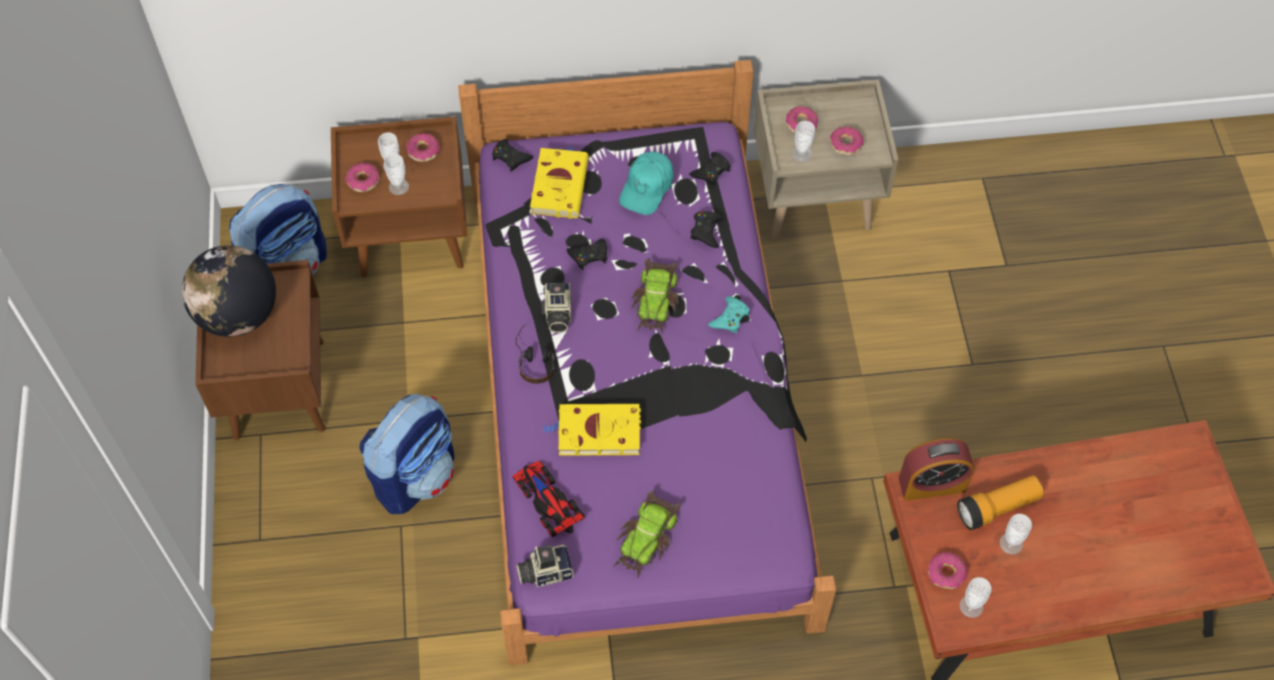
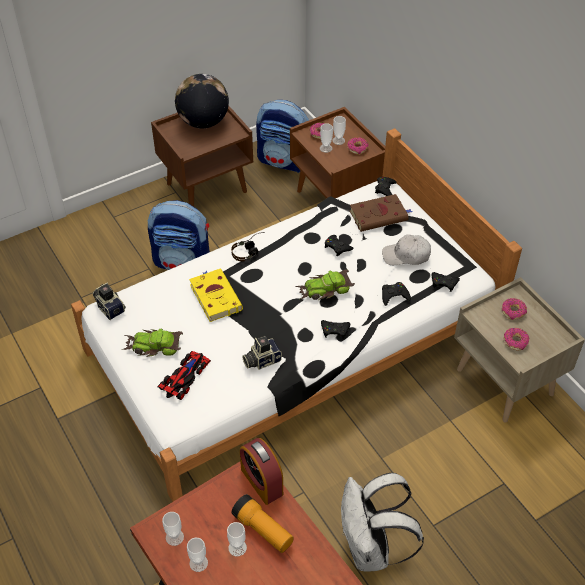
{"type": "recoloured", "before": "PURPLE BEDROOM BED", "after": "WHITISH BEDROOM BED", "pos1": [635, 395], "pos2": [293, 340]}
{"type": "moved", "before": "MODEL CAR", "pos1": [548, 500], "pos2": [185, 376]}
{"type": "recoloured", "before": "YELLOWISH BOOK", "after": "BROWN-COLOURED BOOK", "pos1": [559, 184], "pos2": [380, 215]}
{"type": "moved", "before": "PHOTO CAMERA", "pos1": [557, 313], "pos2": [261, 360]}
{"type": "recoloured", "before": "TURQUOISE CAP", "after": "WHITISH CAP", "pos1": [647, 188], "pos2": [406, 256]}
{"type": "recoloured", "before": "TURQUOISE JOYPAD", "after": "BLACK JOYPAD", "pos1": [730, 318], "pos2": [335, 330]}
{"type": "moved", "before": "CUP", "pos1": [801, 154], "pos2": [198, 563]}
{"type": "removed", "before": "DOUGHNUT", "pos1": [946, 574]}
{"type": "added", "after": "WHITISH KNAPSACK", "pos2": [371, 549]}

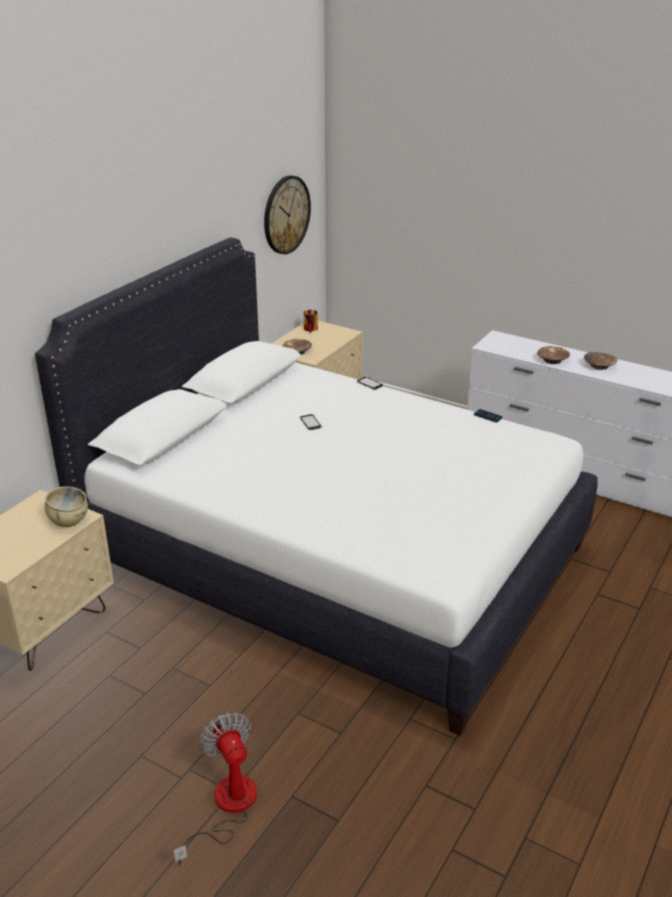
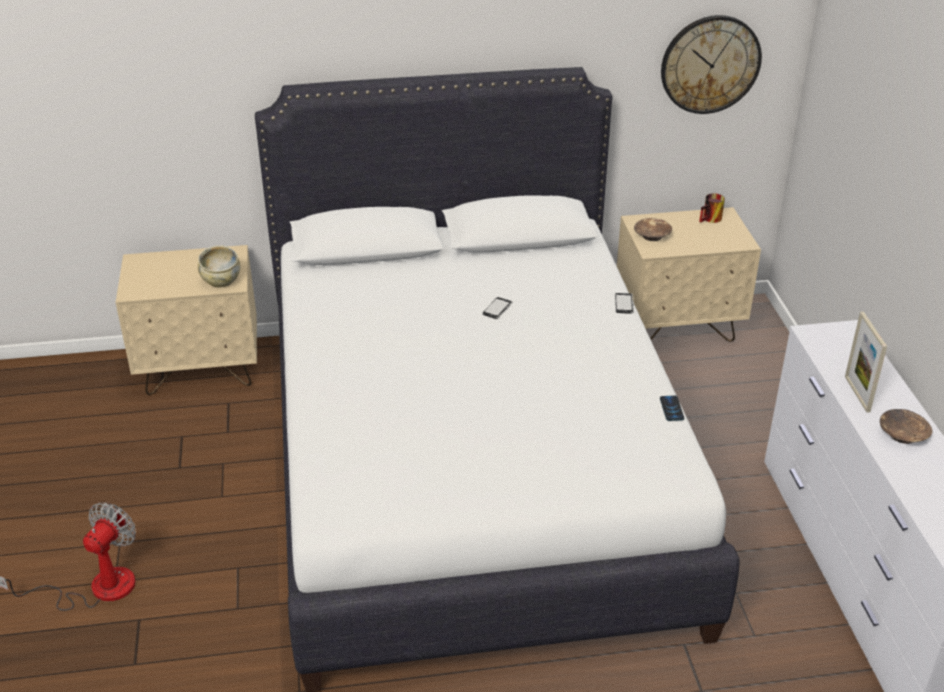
{"type": "replaced", "before": "BROWN-COLOURED BOWL", "after": "PICTURE FRAME", "pos1": [553, 360], "pos2": [857, 394]}

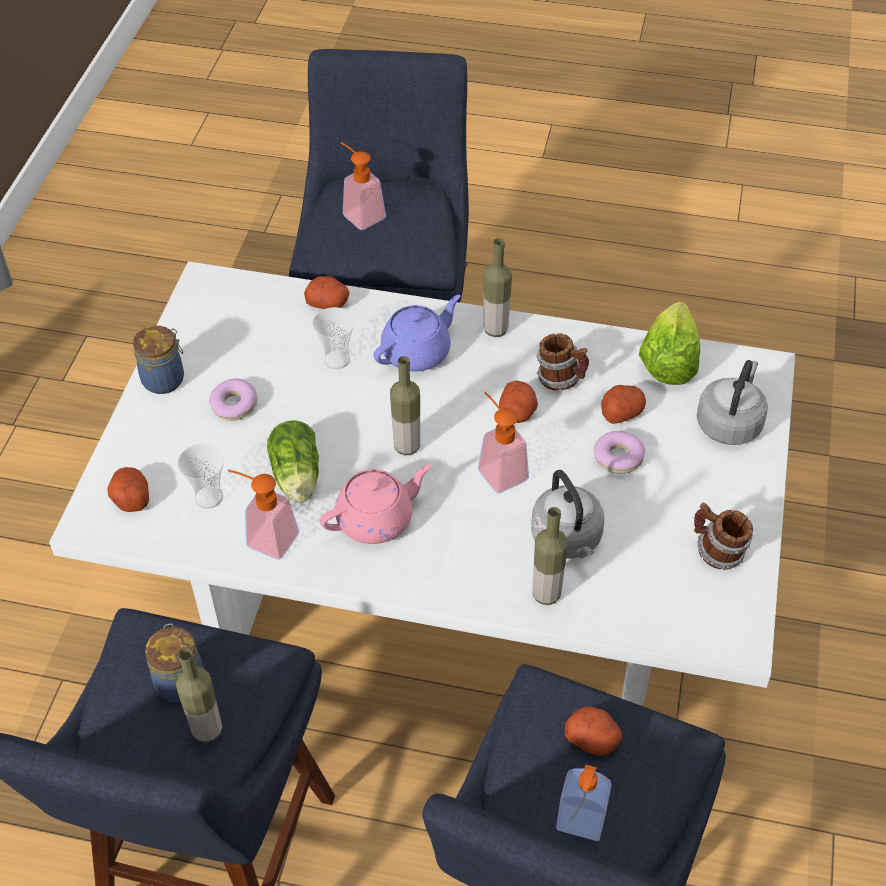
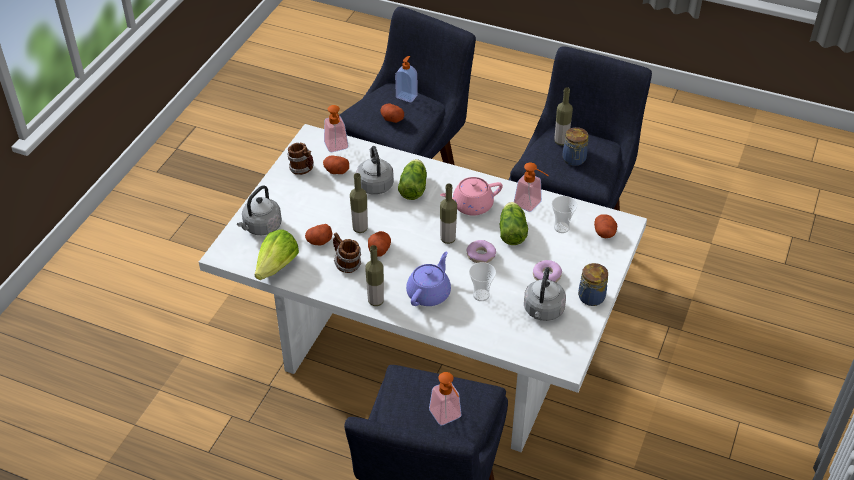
{"type": "moved", "before": "POTATO", "pos1": [328, 303], "pos2": [336, 170]}
{"type": "turned", "before": "PURPLE POT FOR TEA", "pos1": [417, 352], "pos2": [429, 293], "turn": 150}
{"type": "moved", "before": "LIQUID SOAP BOTTLE", "pos1": [498, 469], "pos2": [337, 148]}
{"type": "moved", "before": "DRINK BOTTLE", "pos1": [546, 594], "pos2": [360, 228]}
{"type": "moved", "before": "DOUGHNUT", "pos1": [618, 458], "pos2": [481, 255]}
{"type": "added", "after": "LETTUCE", "pos2": [413, 187]}
{"type": "added", "after": "GREYISH KETTLE", "pos2": [543, 311]}

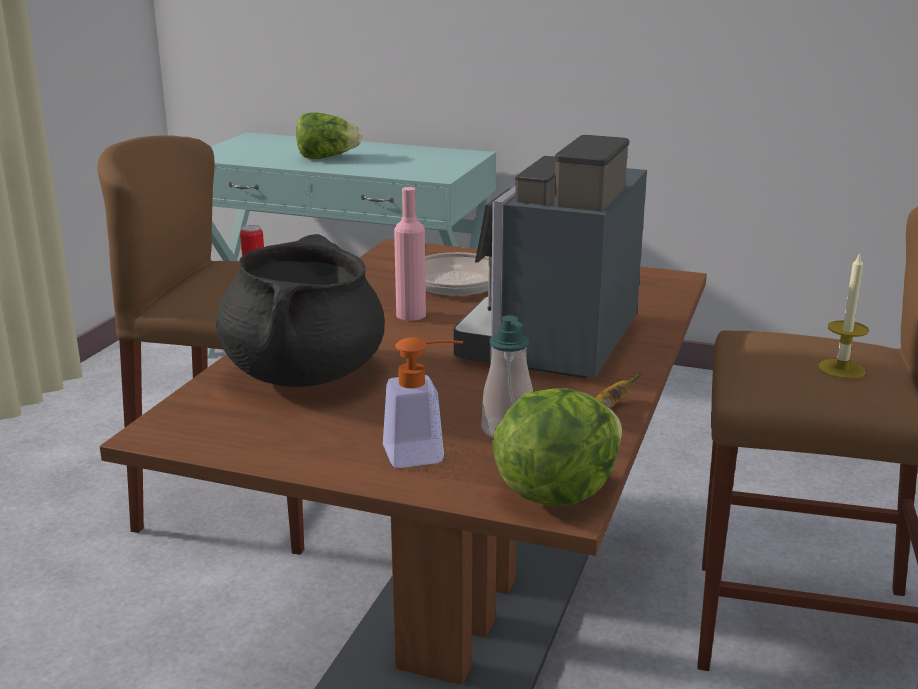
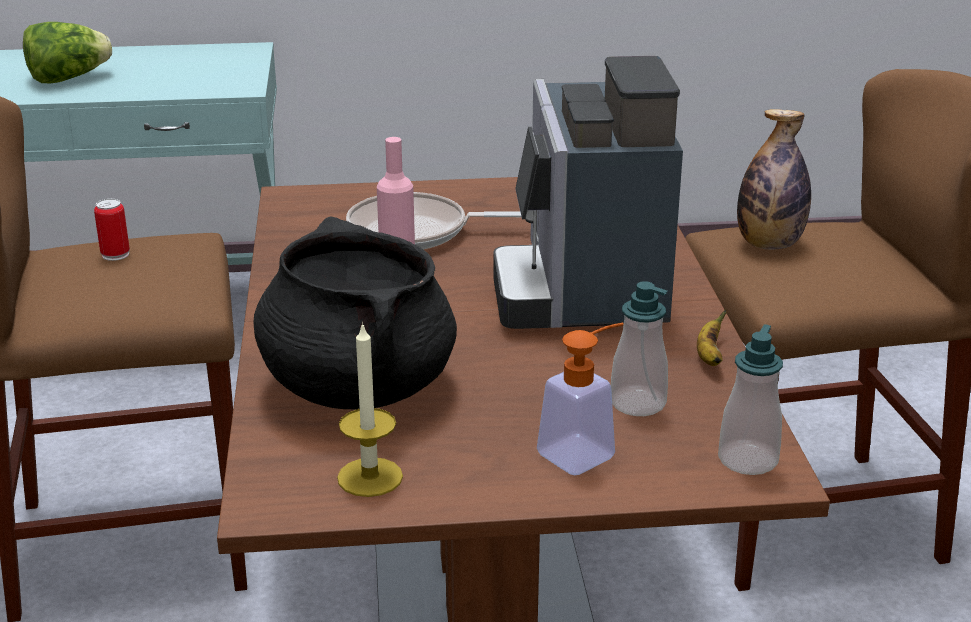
{"type": "replaced", "before": "LETTUCE", "after": "LIQUID SOAP BOTTLE", "pos1": [555, 491], "pos2": [747, 460]}
{"type": "moved", "before": "WAX CANDLE", "pos1": [841, 369], "pos2": [370, 477]}
{"type": "added", "after": "DRINK BOTTLE", "pos2": [769, 244]}

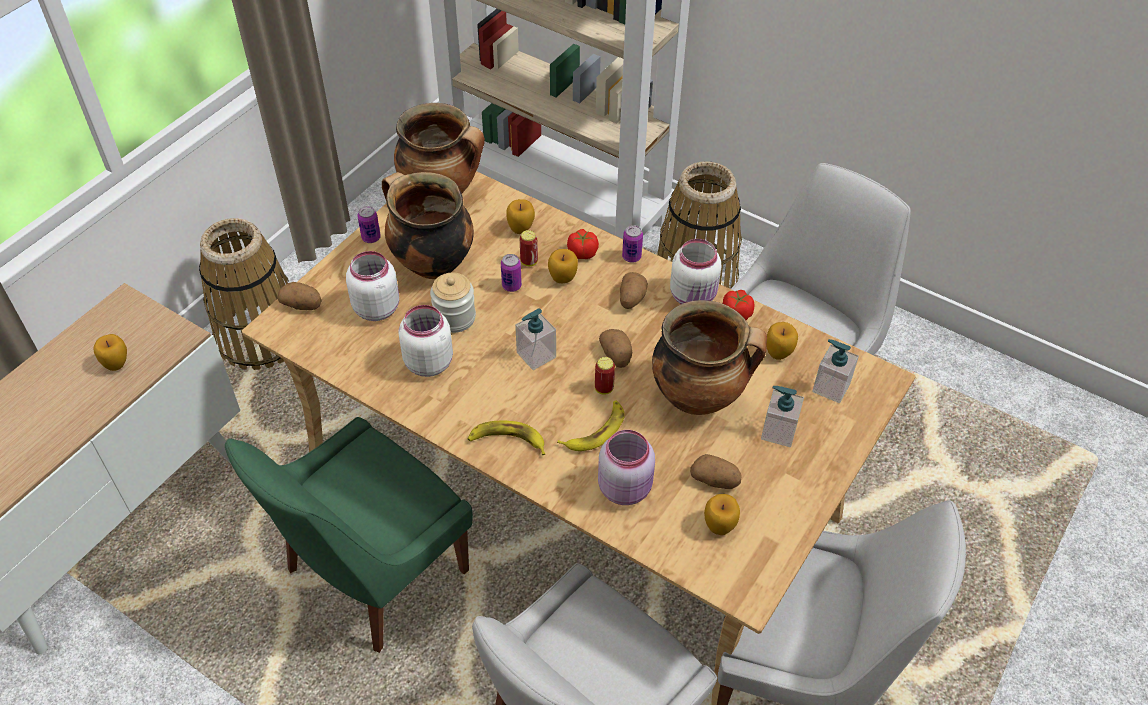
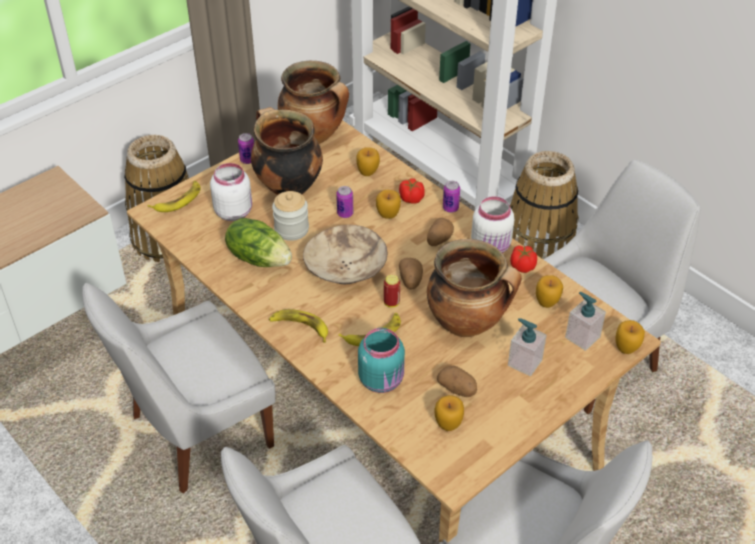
{"type": "moved", "before": "WHOLE APPLE", "pos1": [117, 364], "pos2": [626, 348]}
{"type": "recoloured", "before": "GREEN PLAIN CHAIR", "after": "WHITISH PLAIN CHAIR", "pos1": [372, 575], "pos2": [196, 434]}
{"type": "replaced", "before": "POTATO", "after": "BANANA FRUIT", "pos1": [302, 305], "pos2": [178, 200]}
{"type": "replaced", "before": "WHITISH STORAGE JAR", "after": "LETTUCE", "pos1": [428, 362], "pos2": [259, 258]}
{"type": "replaced", "before": "LIQUID SOAP BOTTLE", "after": "SAND-COLOURED BOWL", "pos1": [536, 355], "pos2": [346, 268]}
{"type": "removed", "before": "METAL CAN", "pos1": [529, 262]}
{"type": "recoloured", "before": "PINKISH STORAGE JAR", "after": "TURQUOISE STORAGE JAR", "pos1": [626, 487], "pos2": [382, 380]}

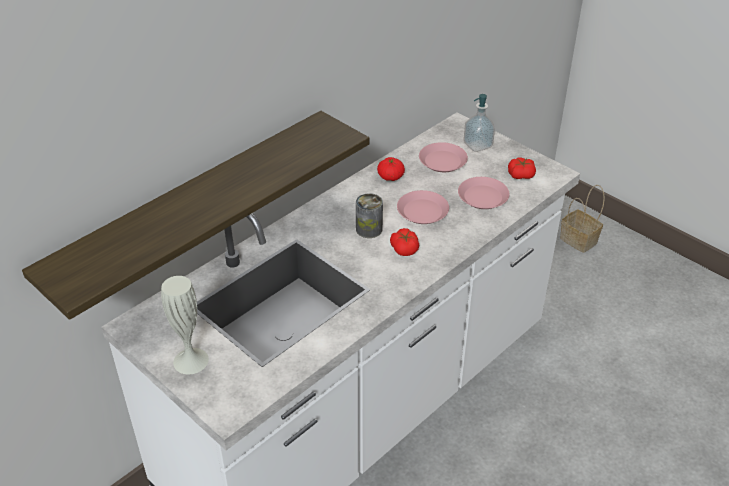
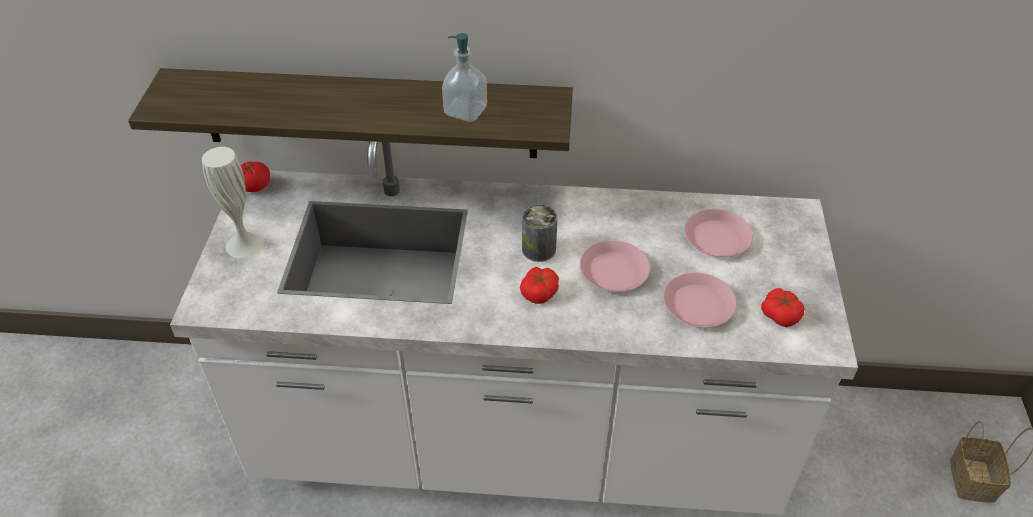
{"type": "moved", "before": "TOMATO", "pos1": [390, 177], "pos2": [255, 186]}
{"type": "moved", "before": "LIQUID SOAP BOTTLE", "pos1": [477, 145], "pos2": [465, 111]}

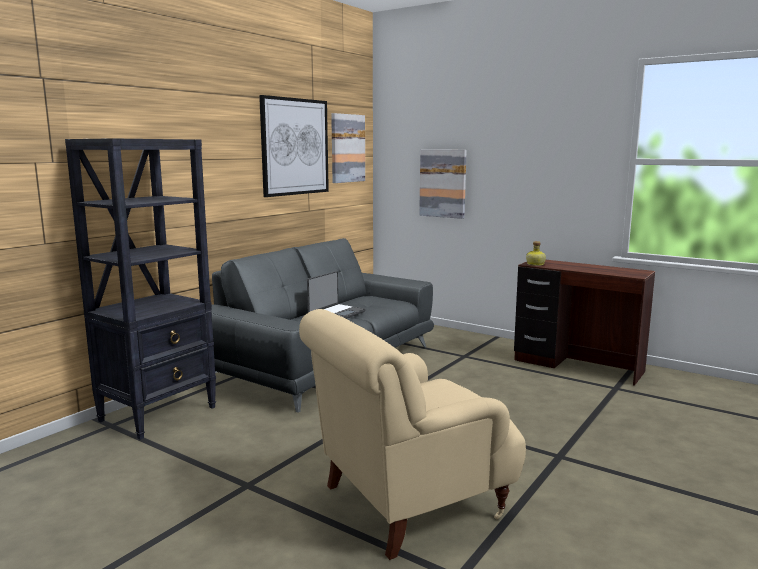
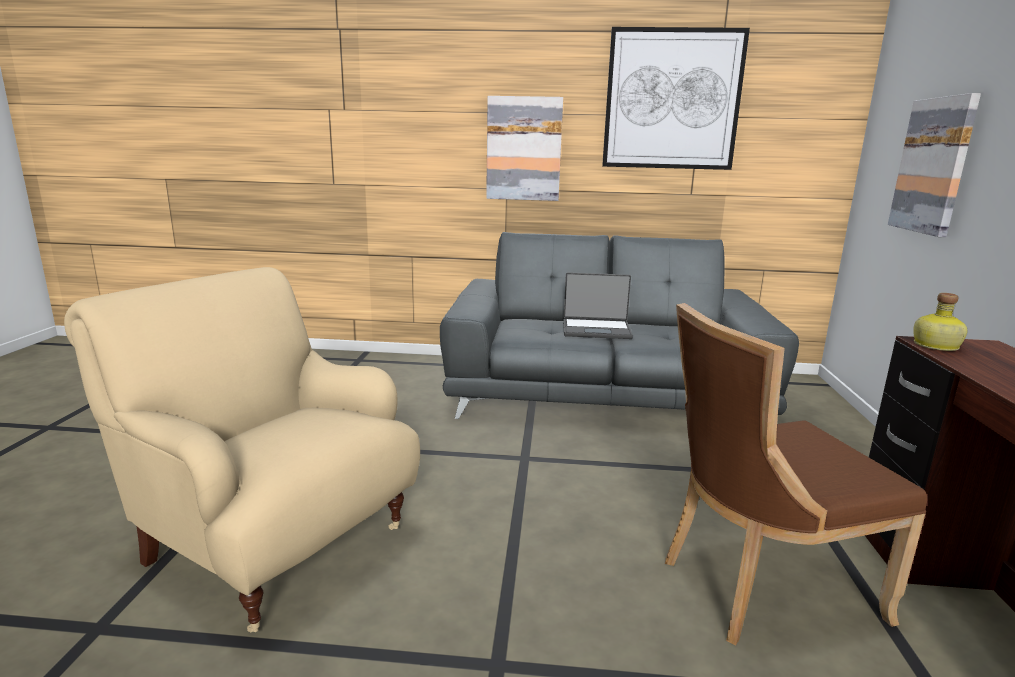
{"type": "removed", "before": "BLACK BOOKSHELF", "pos1": [159, 413]}
{"type": "moved", "before": "WALL ART", "pos1": [347, 148], "pos2": [524, 149]}
{"type": "added", "after": "BROWN-COLOURED PLAIN CHAIR", "pos2": [759, 586]}

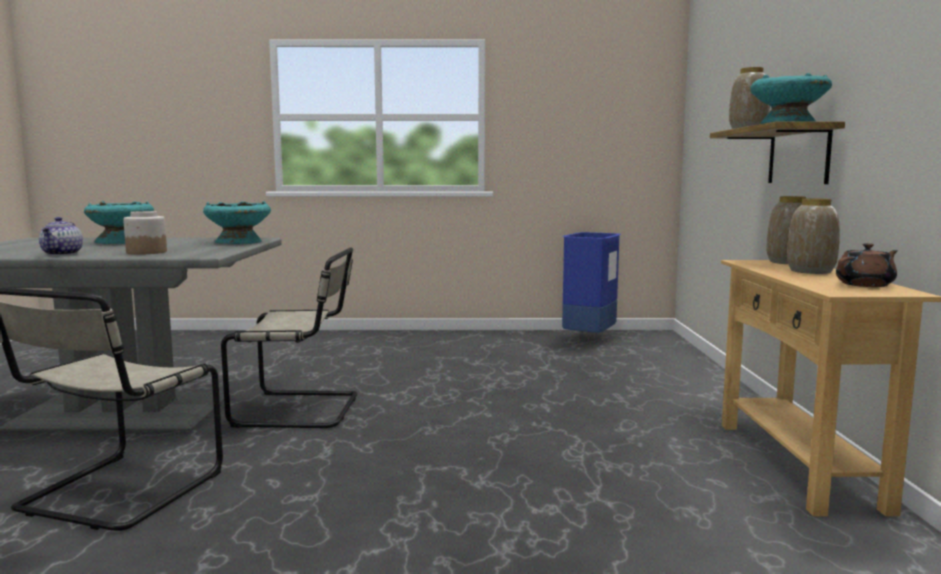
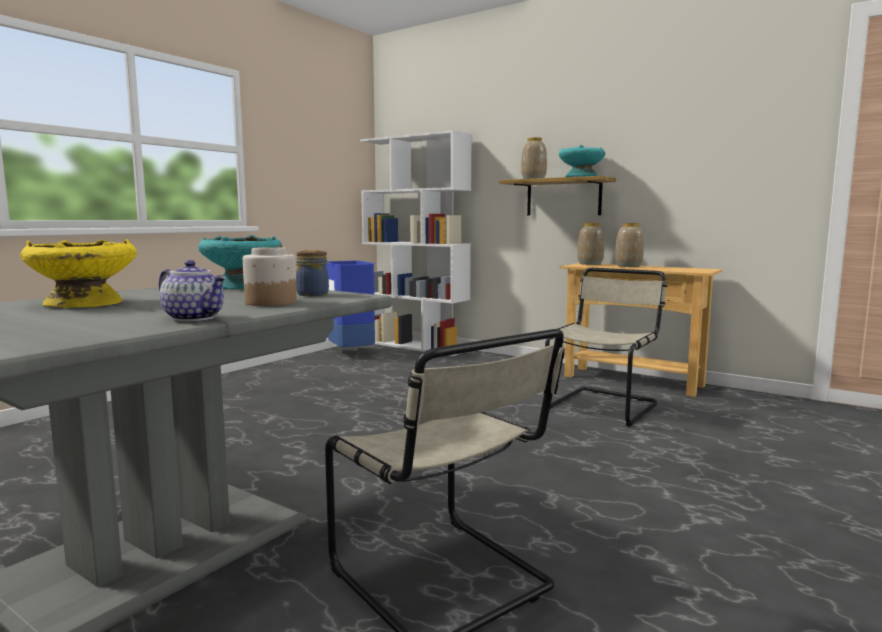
{"type": "recoloured", "before": "TURQUOISE BOWL", "after": "YELLOWISH BOWL", "pos1": [122, 242], "pos2": [85, 303]}
{"type": "moved", "before": "SAND-COLOURED PLAIN CHAIR", "pos1": [302, 410], "pos2": [604, 406]}
{"type": "removed", "before": "BROWN-COLOURED POT FOR TEA", "pos1": [866, 284]}
{"type": "added", "after": "STORAGE JAR", "pos2": [312, 294]}
{"type": "added", "after": "WHITISH BOOKSHELF", "pos2": [416, 346]}

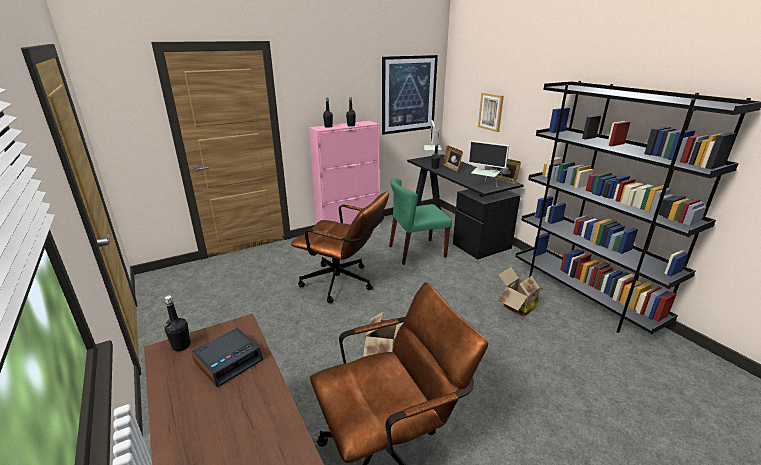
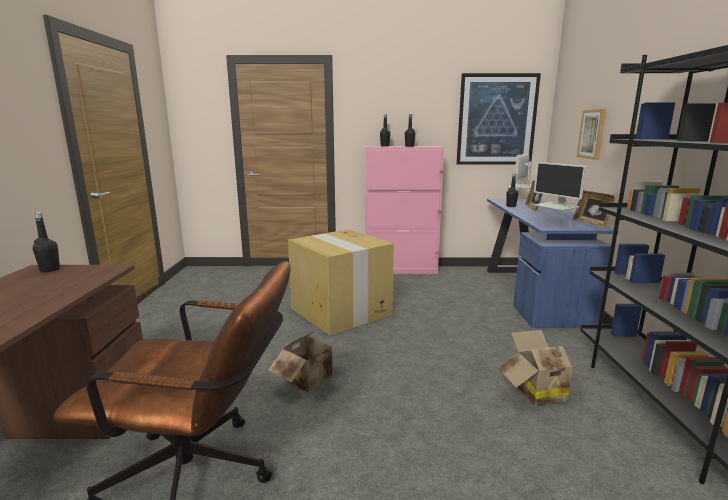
{"type": "removed", "before": "BEDSIDE CLOCK", "pos1": [229, 361]}
{"type": "replaced", "before": "BROWN-COLOURED DESK CHAIR", "after": "CARDBOARD BOX", "pos1": [343, 284], "pos2": [341, 312]}
{"type": "removed", "before": "GREEN PLAIN CHAIR", "pos1": [416, 251]}
{"type": "recoloured", "before": "BLACK DESK", "after": "BLUISH DESK", "pos1": [455, 230], "pos2": [532, 293]}

